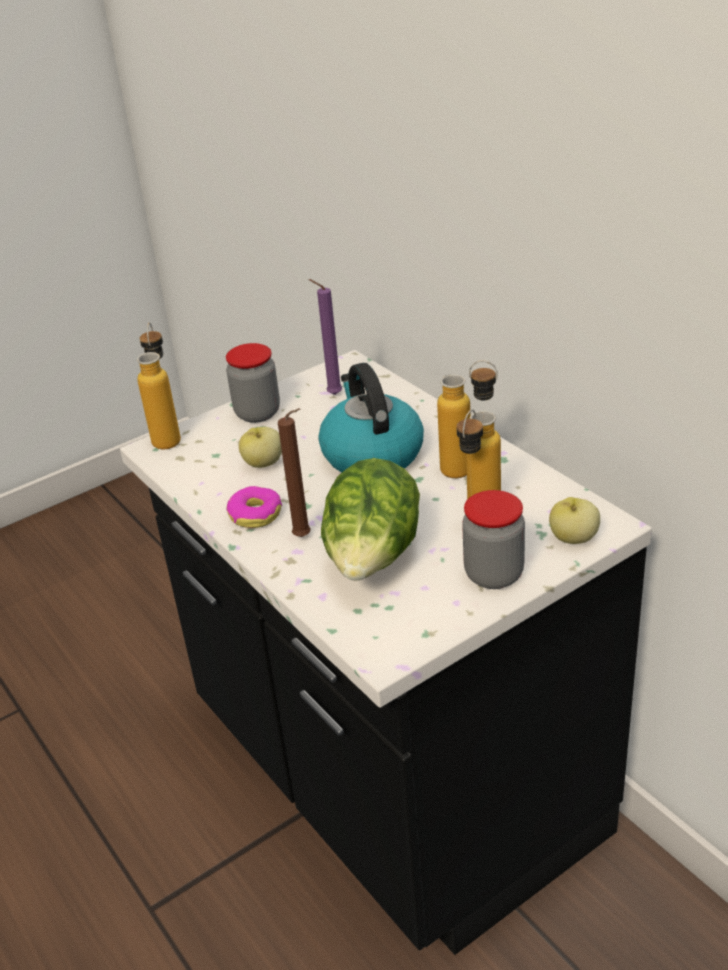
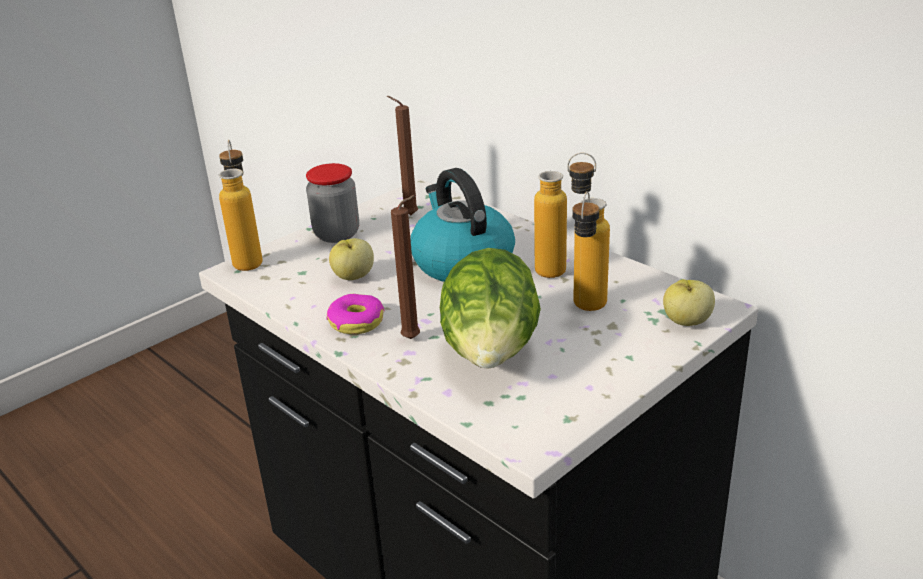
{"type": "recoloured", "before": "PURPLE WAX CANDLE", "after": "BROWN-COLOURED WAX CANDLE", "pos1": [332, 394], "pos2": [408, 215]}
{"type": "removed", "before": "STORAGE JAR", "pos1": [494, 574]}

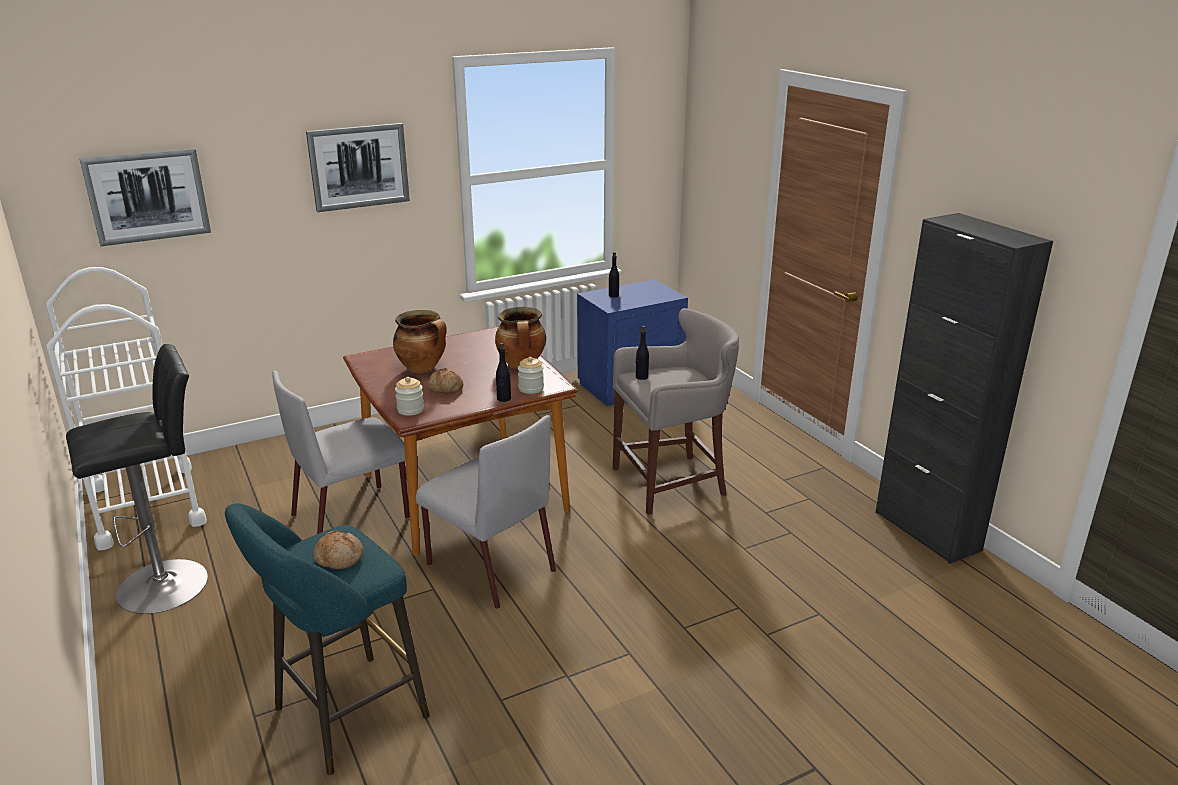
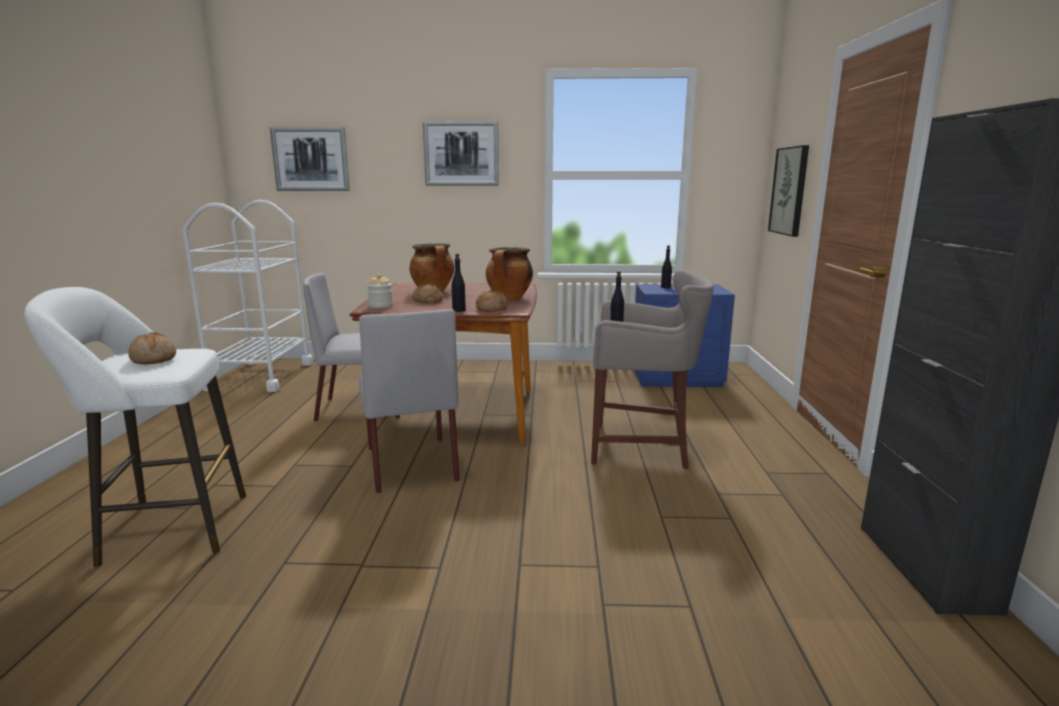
{"type": "removed", "before": "BLACK SITTING STOOL", "pos1": [170, 583]}
{"type": "recoloured", "before": "TURQUOISE SITTING STOOL", "after": "WHITISH SITTING STOOL", "pos1": [343, 717], "pos2": [167, 529]}
{"type": "replaced", "before": "STORAGE JAR", "after": "BREAD", "pos1": [531, 388], "pos2": [491, 309]}
{"type": "added", "after": "WALL ART", "pos2": [790, 191]}

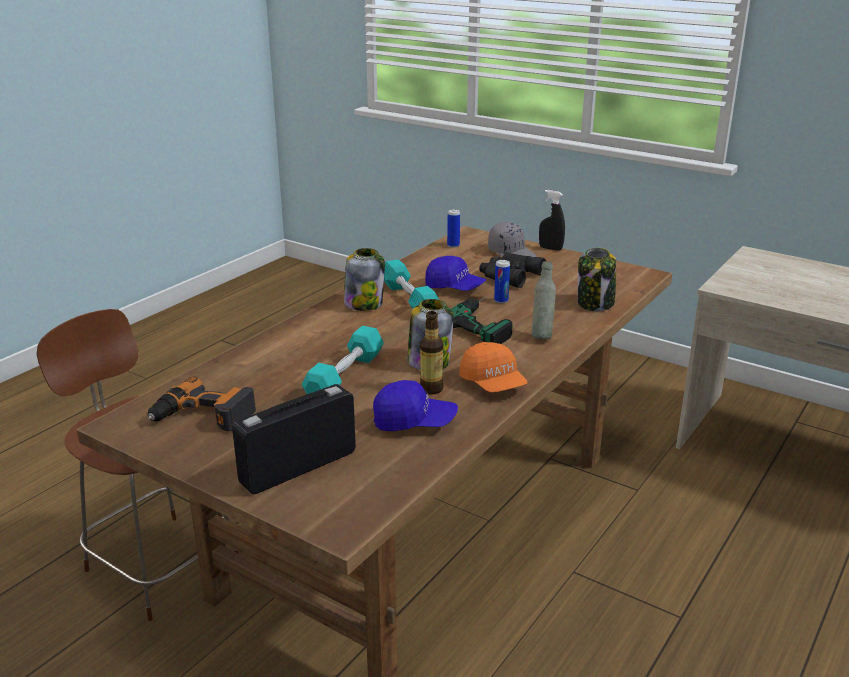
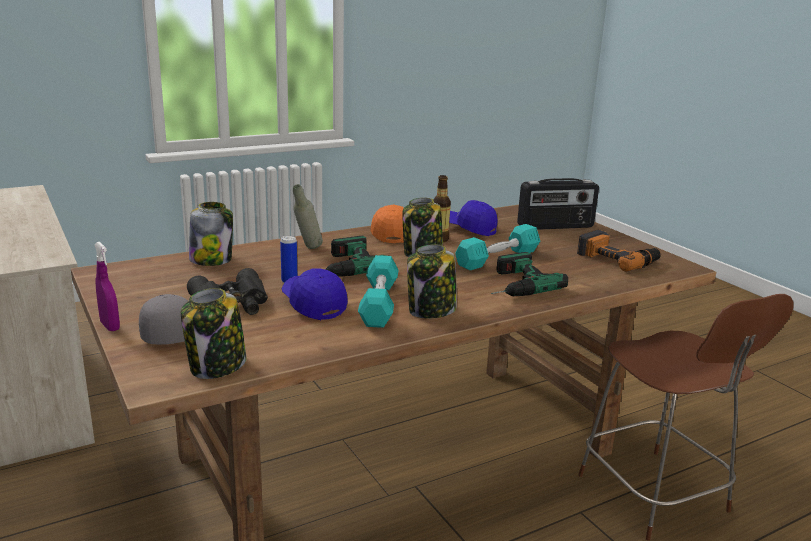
{"type": "replaced", "before": "METAL CAN", "after": "STORAGE JAR", "pos1": [453, 245], "pos2": [217, 366]}
{"type": "recoloured", "before": "BLACK SPRAYER", "after": "PURPLE SPRAYER", "pos1": [550, 248], "pos2": [110, 326]}
{"type": "added", "after": "POWER DRILL", "pos2": [512, 284]}

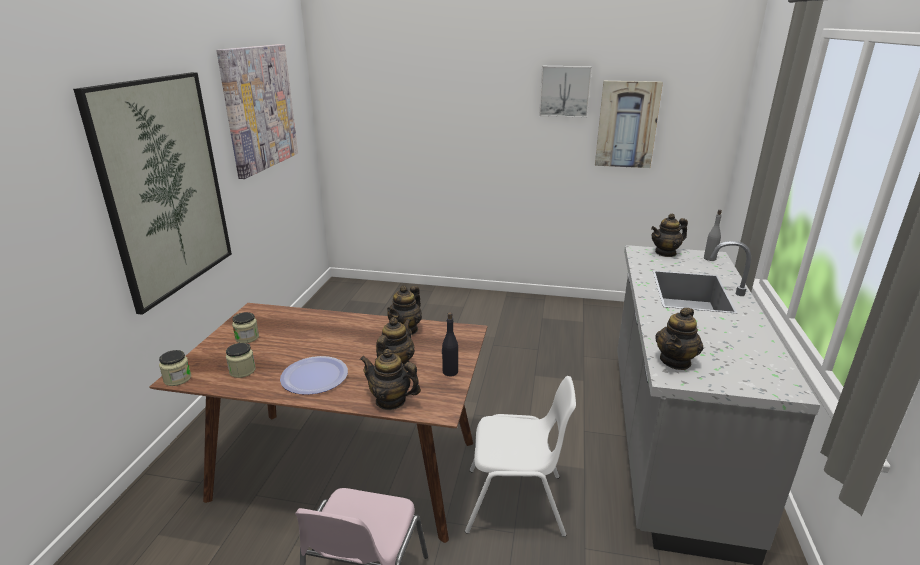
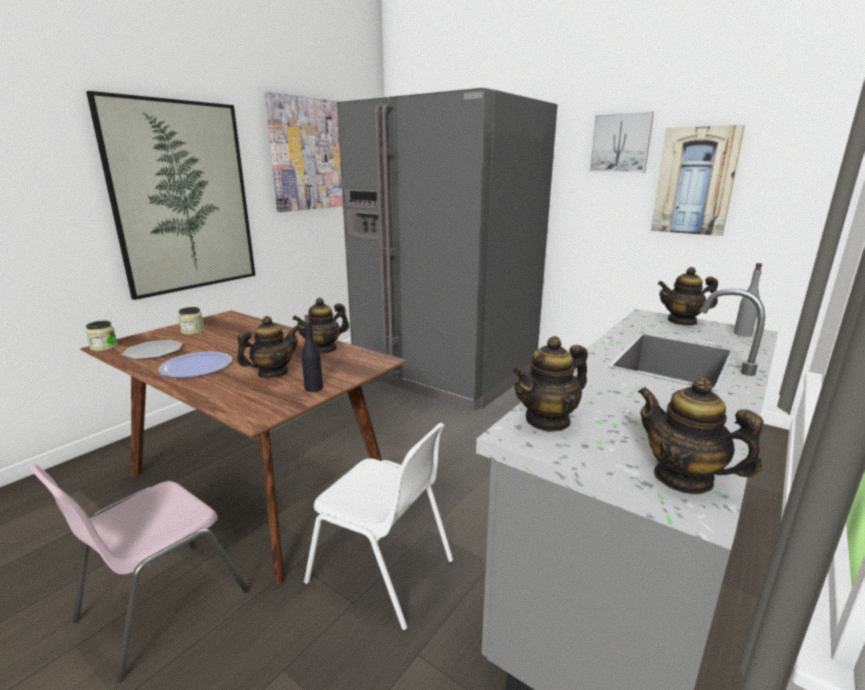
{"type": "replaced", "before": "STORAGE JAR", "after": "FLAT DISH", "pos1": [242, 371], "pos2": [153, 351]}
{"type": "moved", "before": "POT FOR TEA", "pos1": [391, 401], "pos2": [683, 478]}
{"type": "added", "after": "GREYISH REFRIGERATOR", "pos2": [446, 372]}

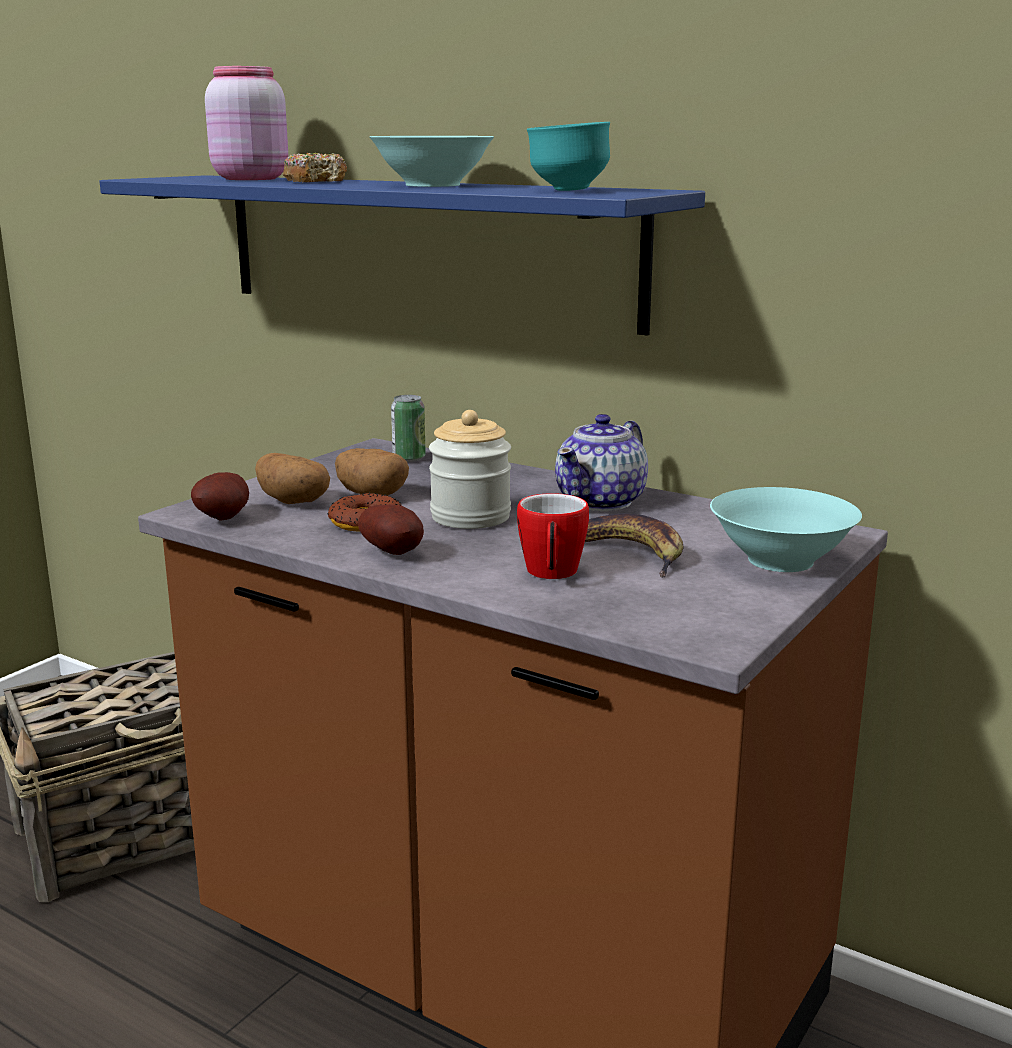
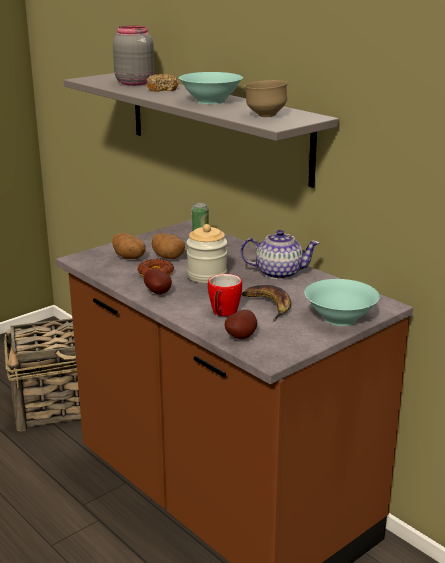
{"type": "recoloured", "before": "BLUISH WALL SHELF", "after": "GREYISH WALL SHELF", "pos1": [422, 247], "pos2": [216, 125]}
{"type": "moved", "before": "POTATO", "pos1": [225, 518], "pos2": [242, 337]}
{"type": "recoloured", "before": "PINKISH STORAGE JAR", "after": "GREYISH STORAGE JAR", "pos1": [250, 179], "pos2": [134, 83]}
{"type": "recoloured", "before": "TURQUOISE BOWL", "after": "BROWN-COLOURED BOWL", "pos1": [567, 190], "pos2": [265, 116]}
{"type": "turned", "before": "POT FOR TEA", "pos1": [602, 501], "pos2": [278, 273], "turn": -135}

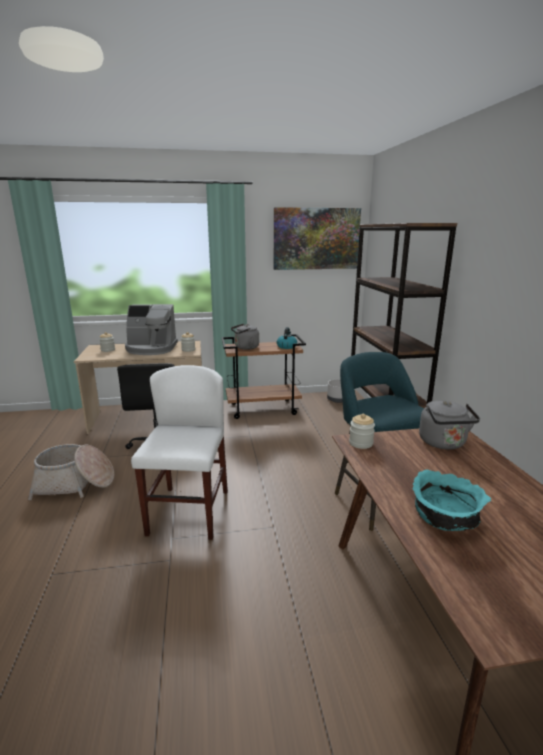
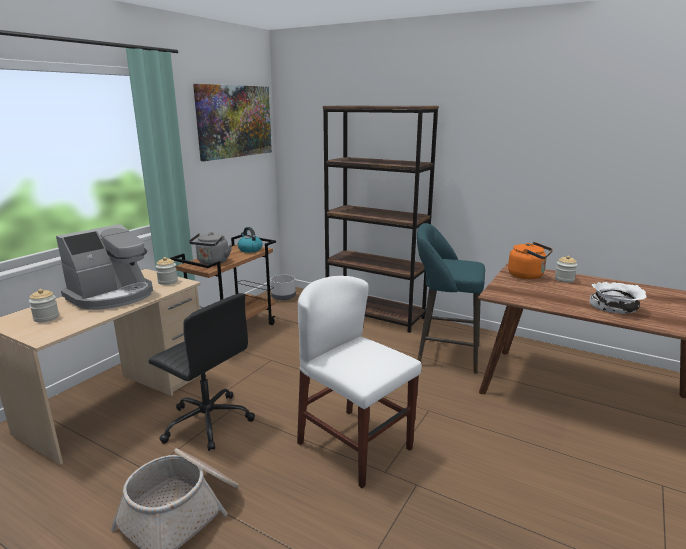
{"type": "moved", "before": "STORAGE JAR", "pos1": [361, 443], "pos2": [564, 279]}
{"type": "recoloured", "before": "TURQUOISE BOWL", "after": "WHITISH BOWL", "pos1": [445, 516], "pos2": [615, 308]}
{"type": "recoloured", "before": "GREYISH KETTLE", "after": "ORANGE KETTLE", "pos1": [443, 443], "pos2": [528, 276]}

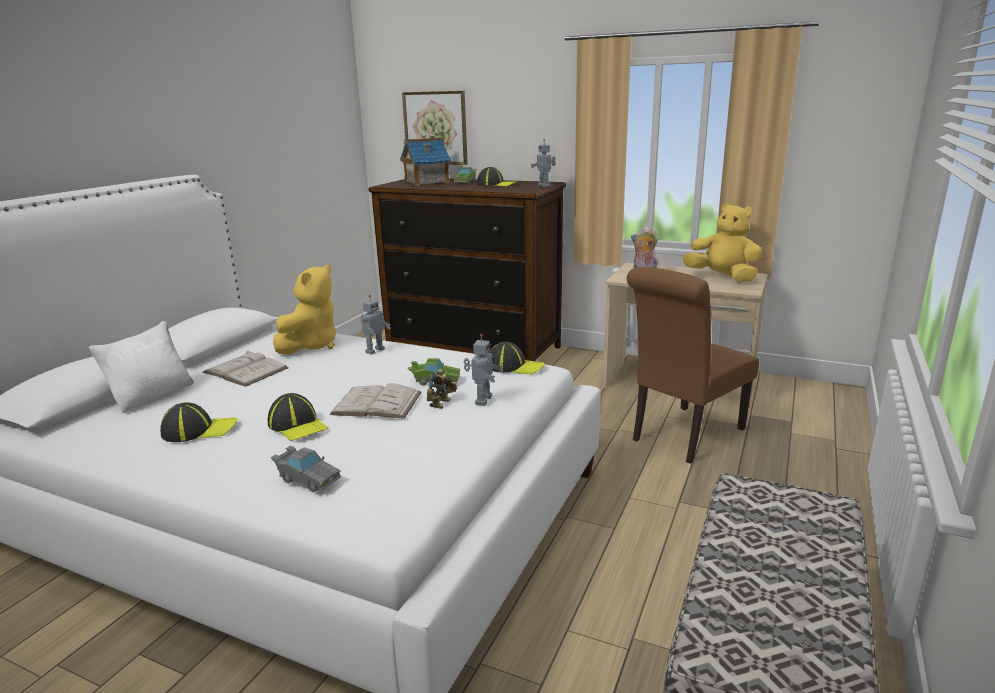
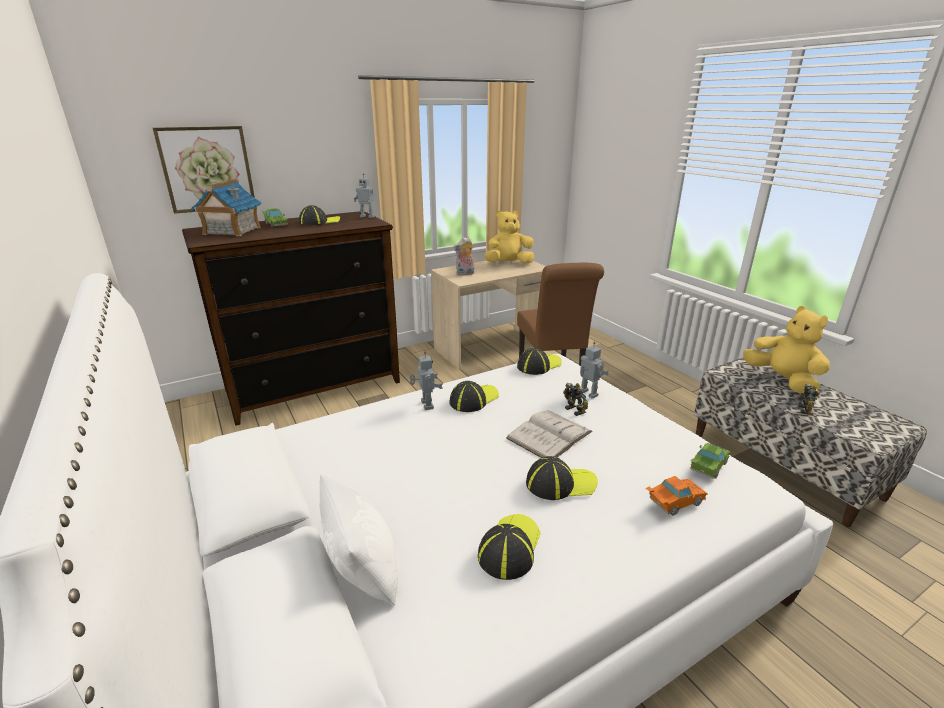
{"type": "removed", "before": "WHITISH BOOK", "pos1": [245, 370]}
{"type": "recoloured", "before": "GREYISH MODEL CAR", "after": "ORANGE MODEL CAR", "pos1": [307, 479], "pos2": [673, 503]}
{"type": "moved", "before": "YELLOWISH PLUSH TOY", "pos1": [311, 345], "pos2": [782, 380]}
{"type": "moved", "before": "GREEN MODEL CAR", "pos1": [435, 381], "pos2": [707, 467]}
{"type": "added", "after": "CAP", "pos2": [473, 399]}
{"type": "added", "after": "TOY ROBOT", "pos2": [807, 410]}

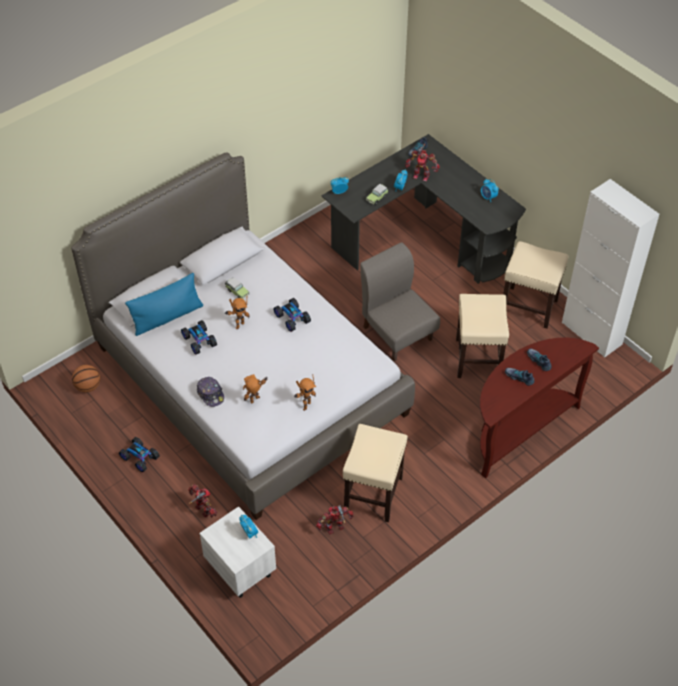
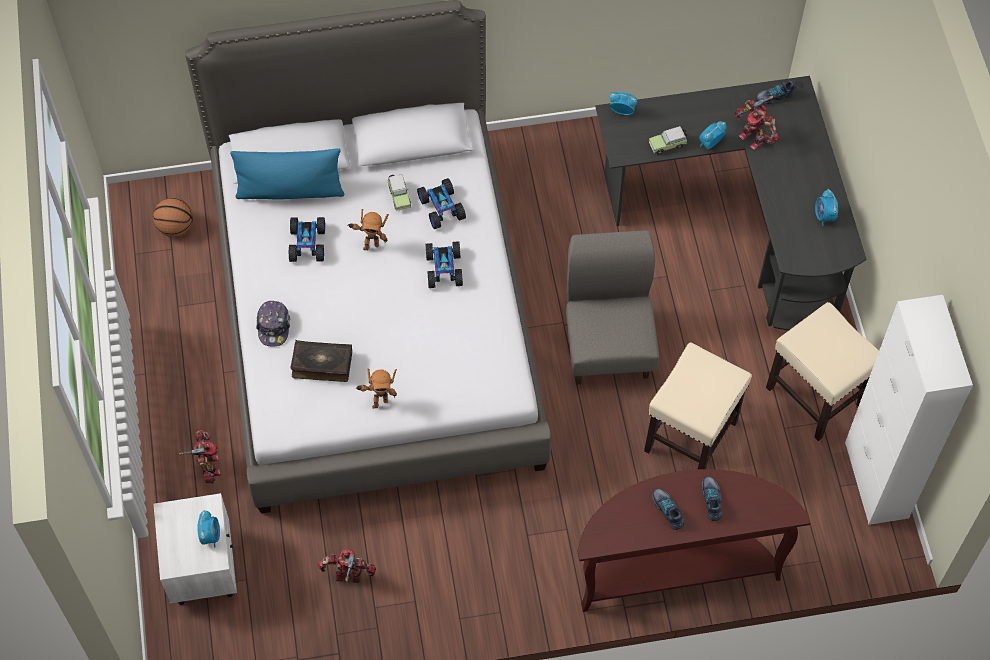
{"type": "moved", "before": "MODEL CAR", "pos1": [140, 457], "pos2": [442, 207]}
{"type": "replaced", "before": "TOY ROBOT", "after": "BOOK", "pos1": [256, 401], "pos2": [322, 365]}
{"type": "removed", "before": "SAND-COLOURED SITTING STOOL", "pos1": [373, 493]}

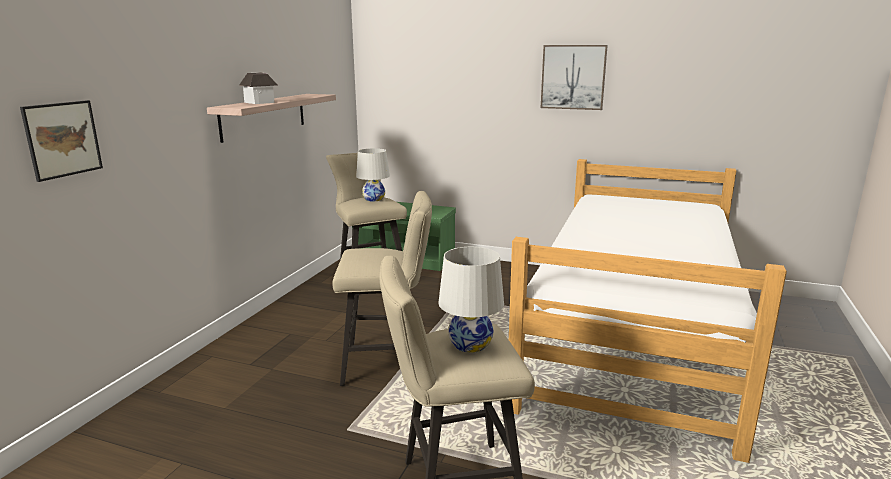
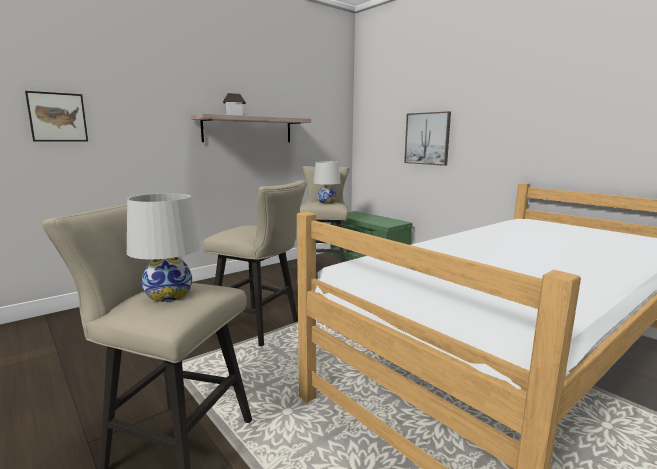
{"type": "moved", "before": "WALL ART", "pos1": [573, 77], "pos2": [427, 138]}

